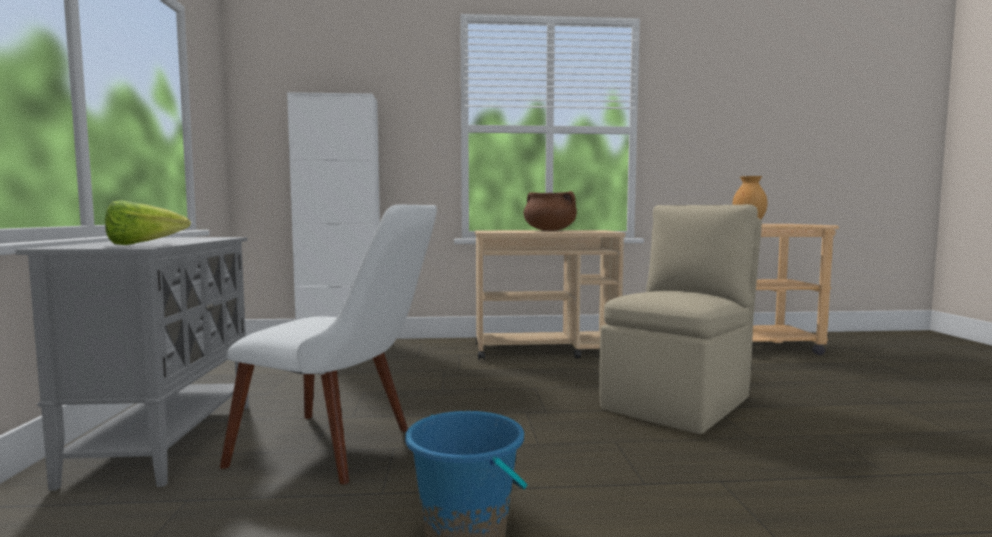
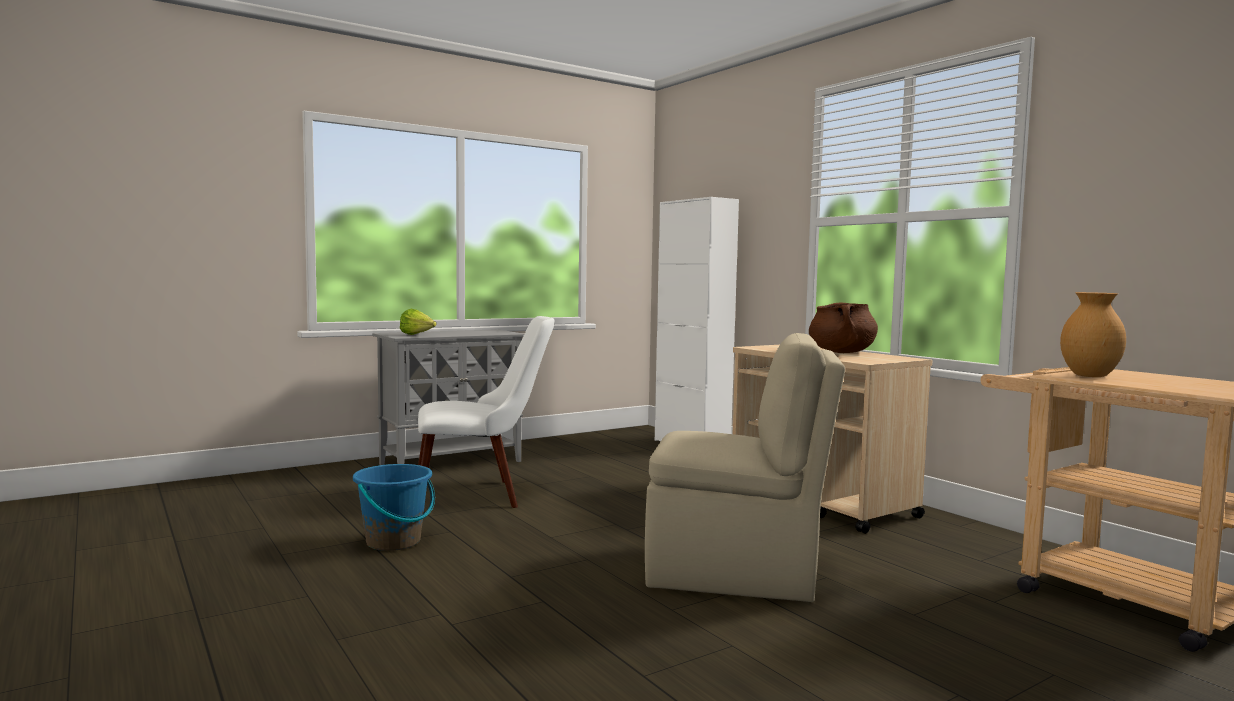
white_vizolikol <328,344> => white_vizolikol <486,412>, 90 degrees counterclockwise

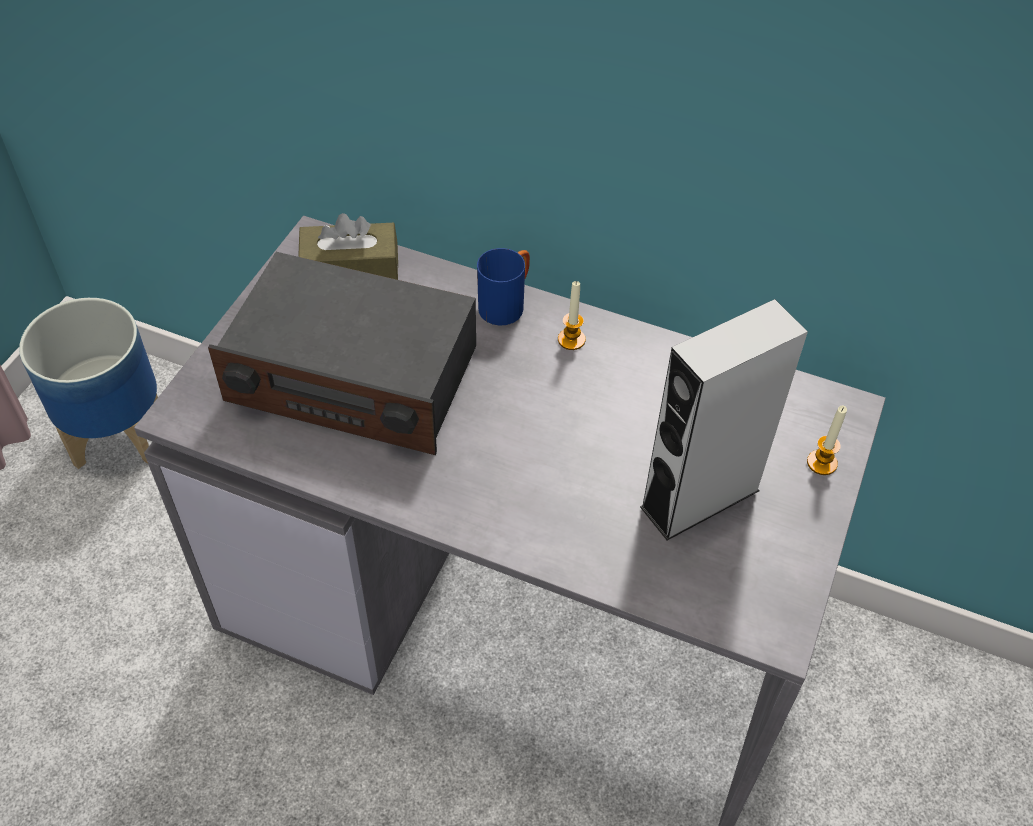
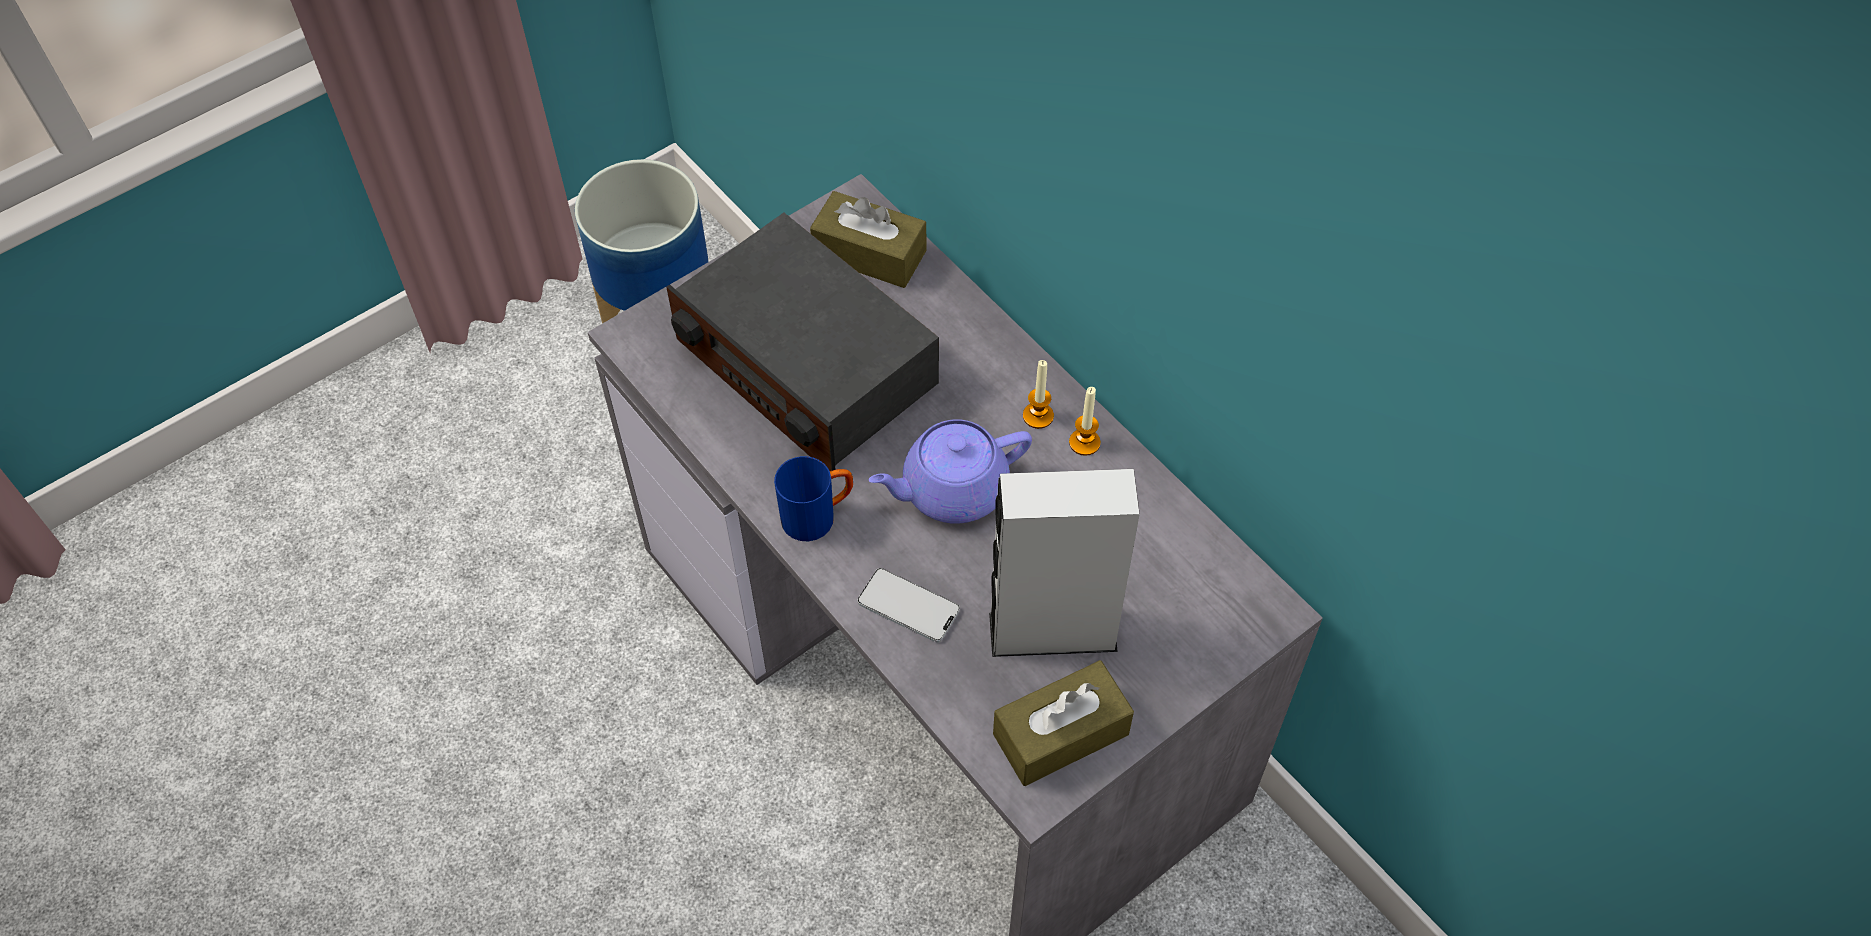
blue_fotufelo <503,287> => blue_fotufelo <813,498>, moved
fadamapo <827,440> => fadamapo <1084,421>, moved
nothing => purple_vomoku <950,471>
nothing => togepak <909,605>
nothing => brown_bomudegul <1063,723>

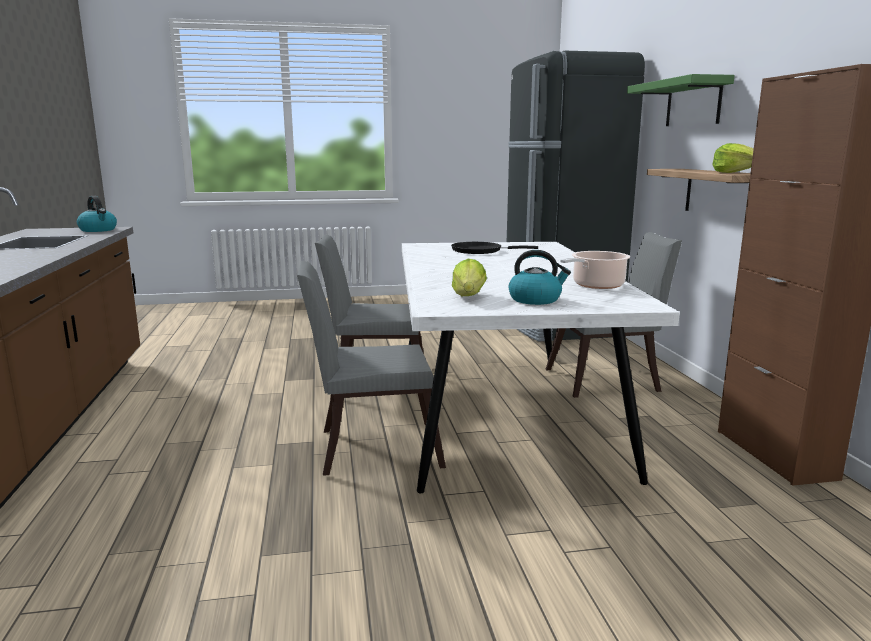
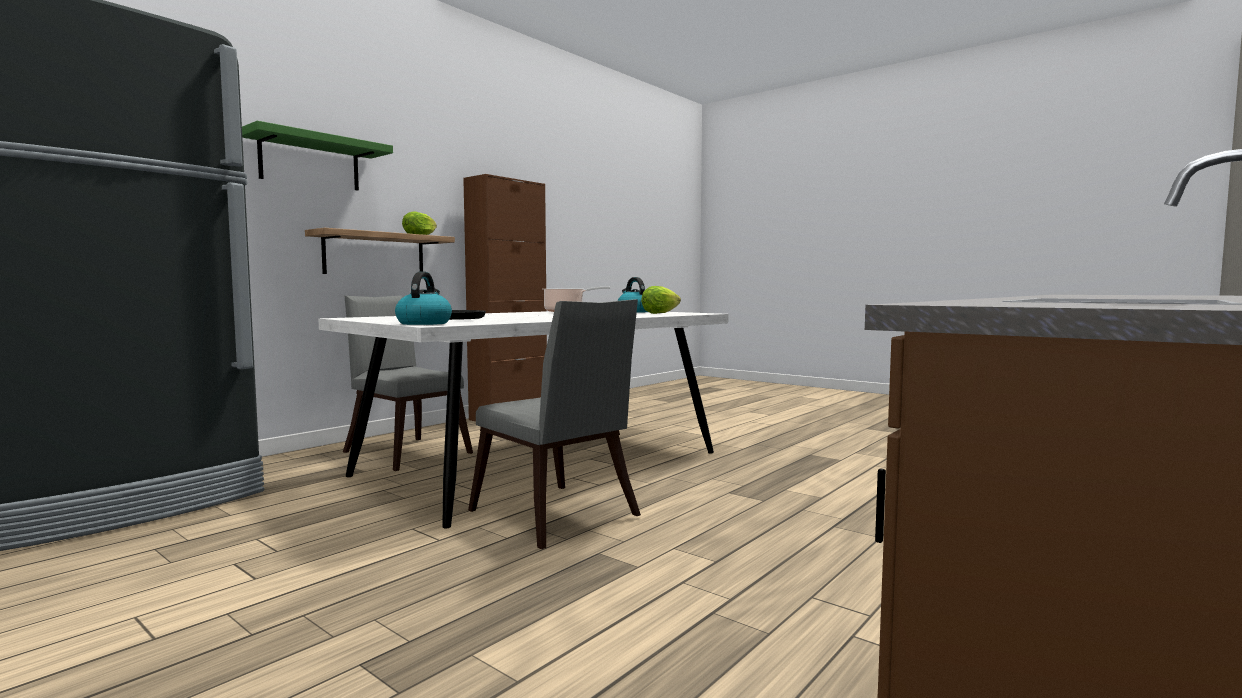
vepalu <97,214> => vepalu <423,298>, moved
grey_vizolikol <371,368> => nothing

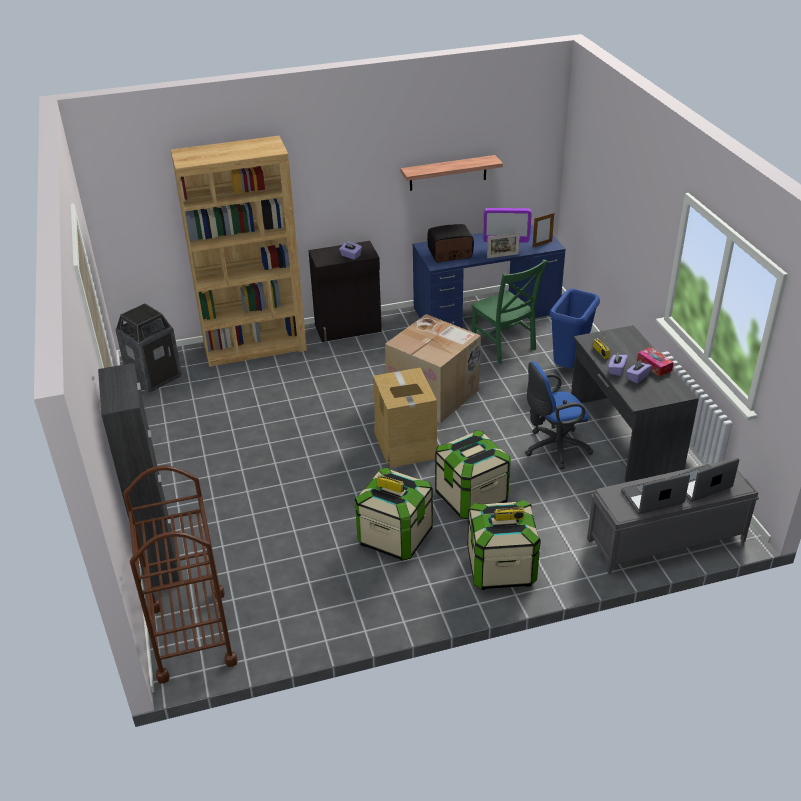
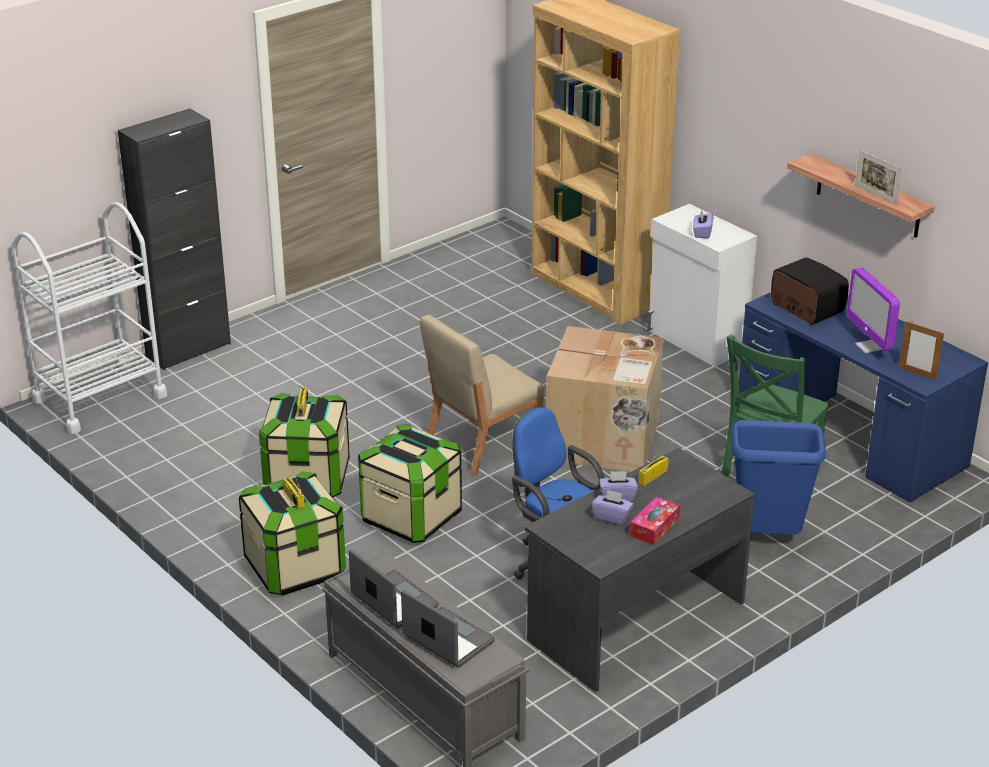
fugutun <503,245> => fugutun <878,177>, moved
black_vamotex <345,291> => white_vamotex <702,284>
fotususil <148,348> => nothing
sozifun <405,417> => beige_vizolikol <482,396>
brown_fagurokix <180,574> => white_fagurokix <89,318>

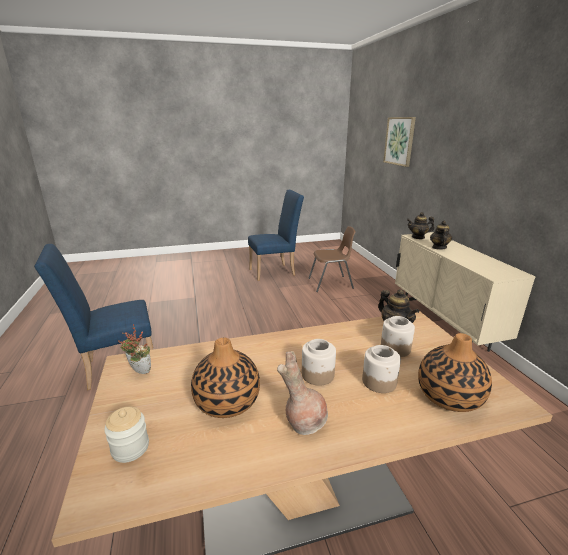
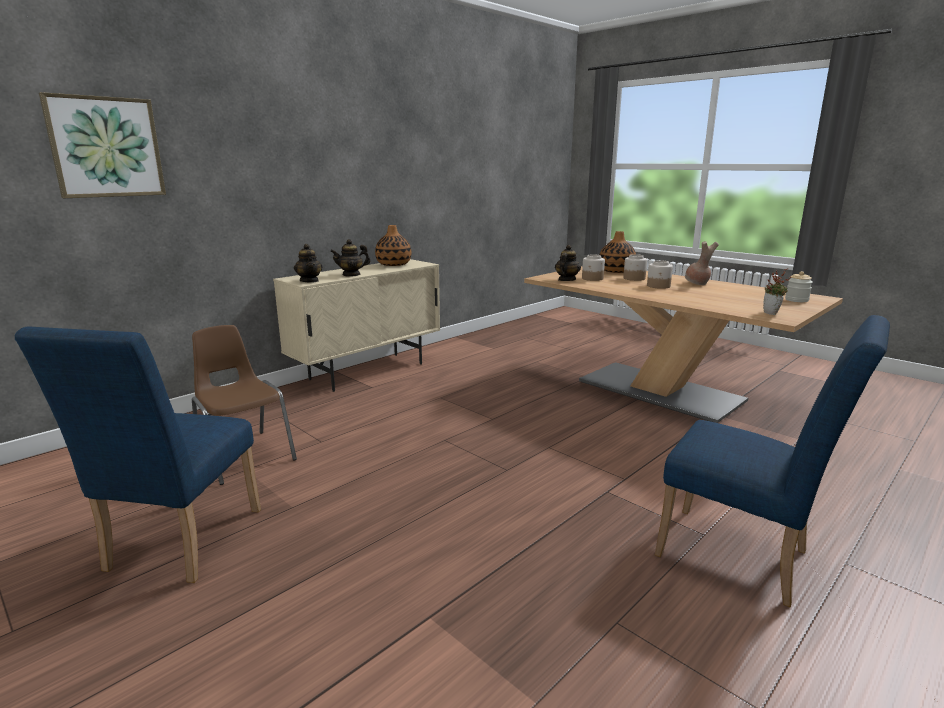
blue_vizolikol <276,235> => blue_vizolikol <138,454>, 120 degrees counterclockwise
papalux <225,378> => papalux <393,245>, moved

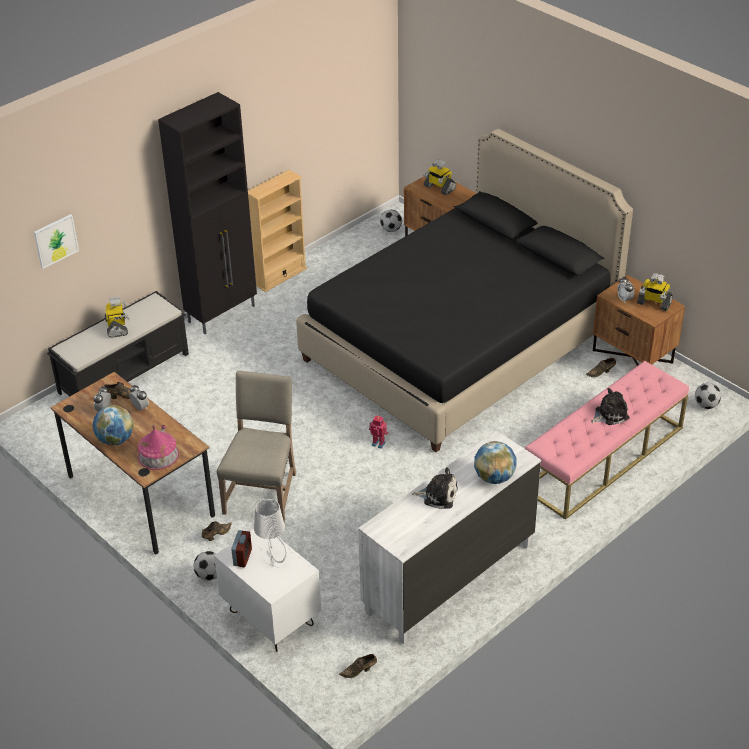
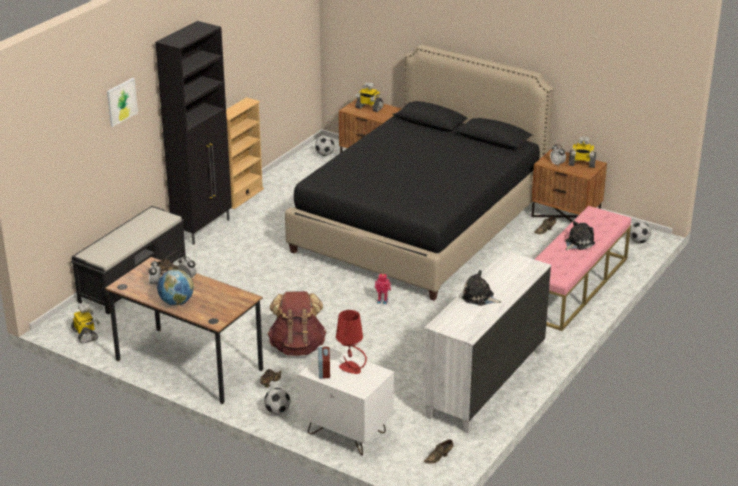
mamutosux <56,241> => mamutosux <122,102>, moved
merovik <117,317> => merovik <85,323>, moved
beige_vizolikol <256,446> => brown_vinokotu <297,323>
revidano <158,447> => nothing
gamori <495,462> => nothing
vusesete <435,488> => vusesete <481,288>, 150 degrees counterclockwise
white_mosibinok <270,533> => red_mosibinok <351,342>

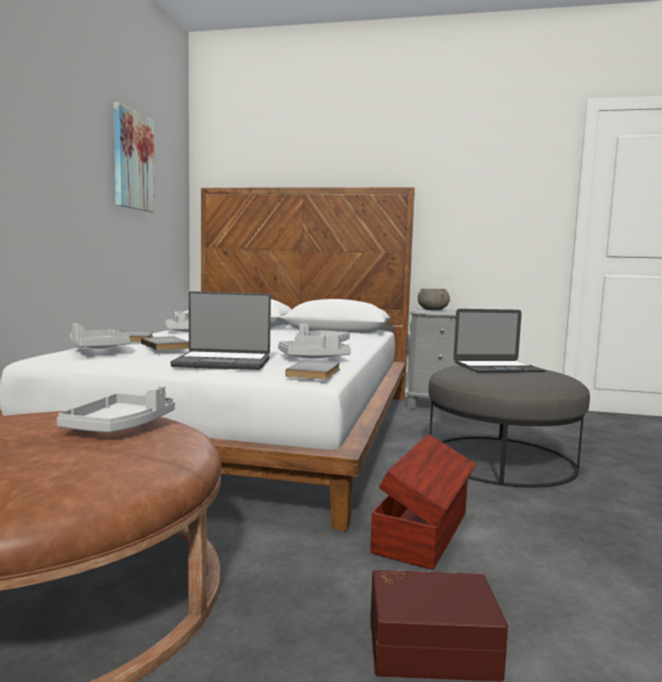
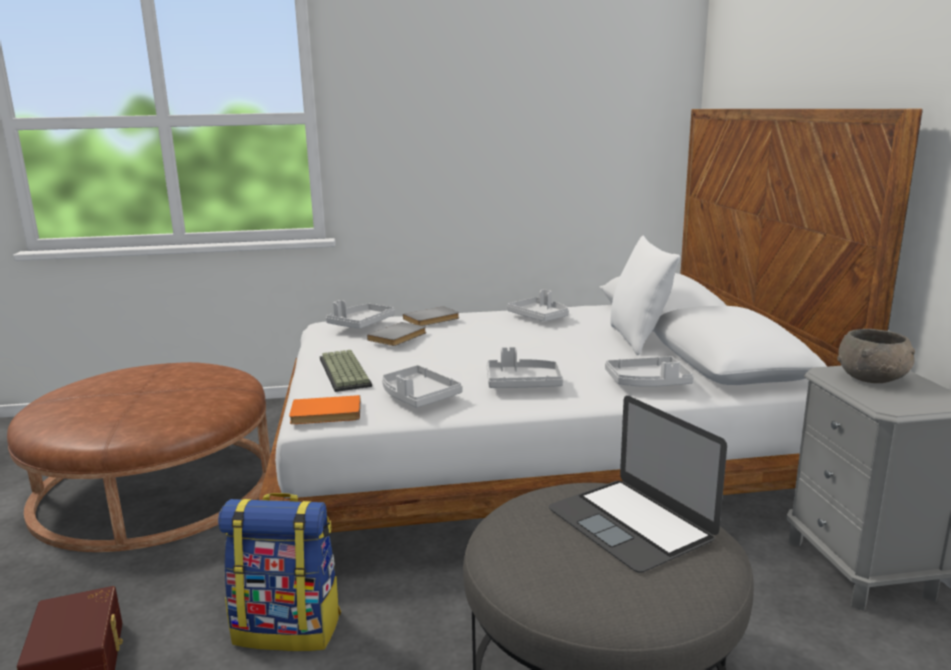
mamutosux <134,157> => nothing
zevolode <220,330> => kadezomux <346,371>
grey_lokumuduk <312,369> => orange_lokumuduk <325,409>
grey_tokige <116,409> => grey_tokige <649,371>, moved
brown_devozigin <423,502> => vinokotu <279,572>
nothing => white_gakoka <645,295>

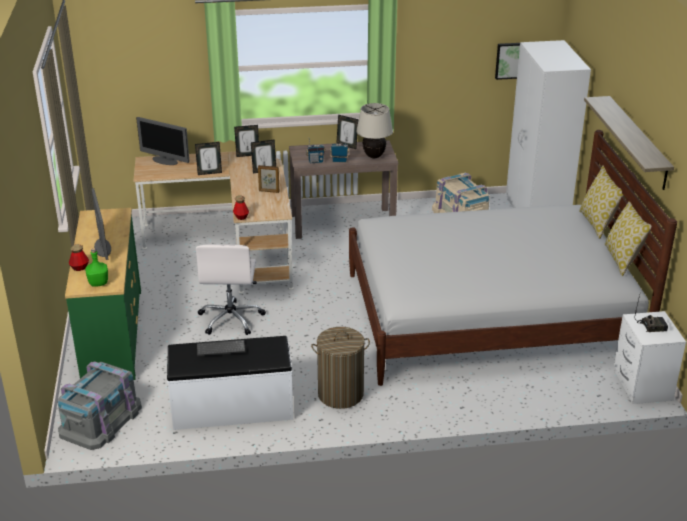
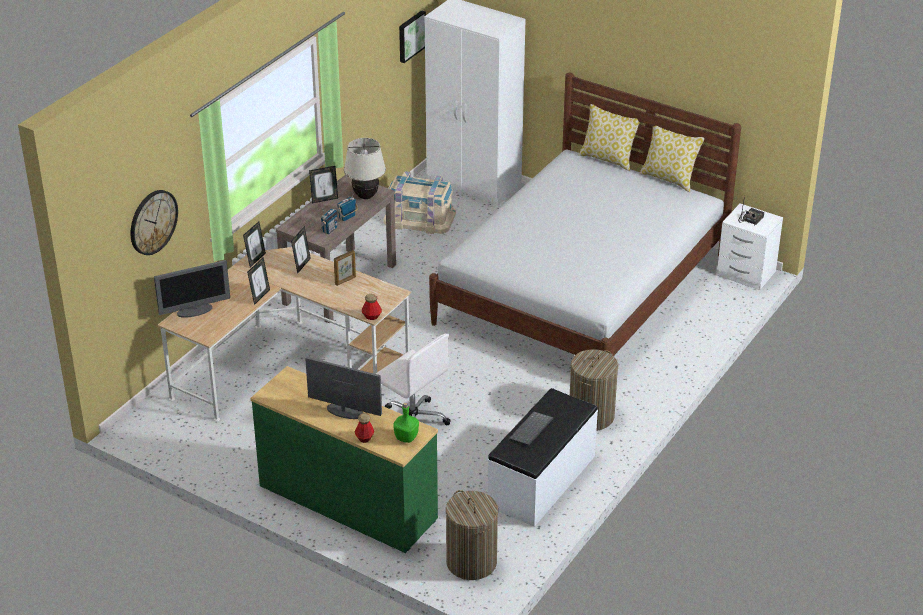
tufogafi <629,143> => nothing
grey_devozigin <99,406> => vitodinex <472,535>
nothing => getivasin <154,222>

